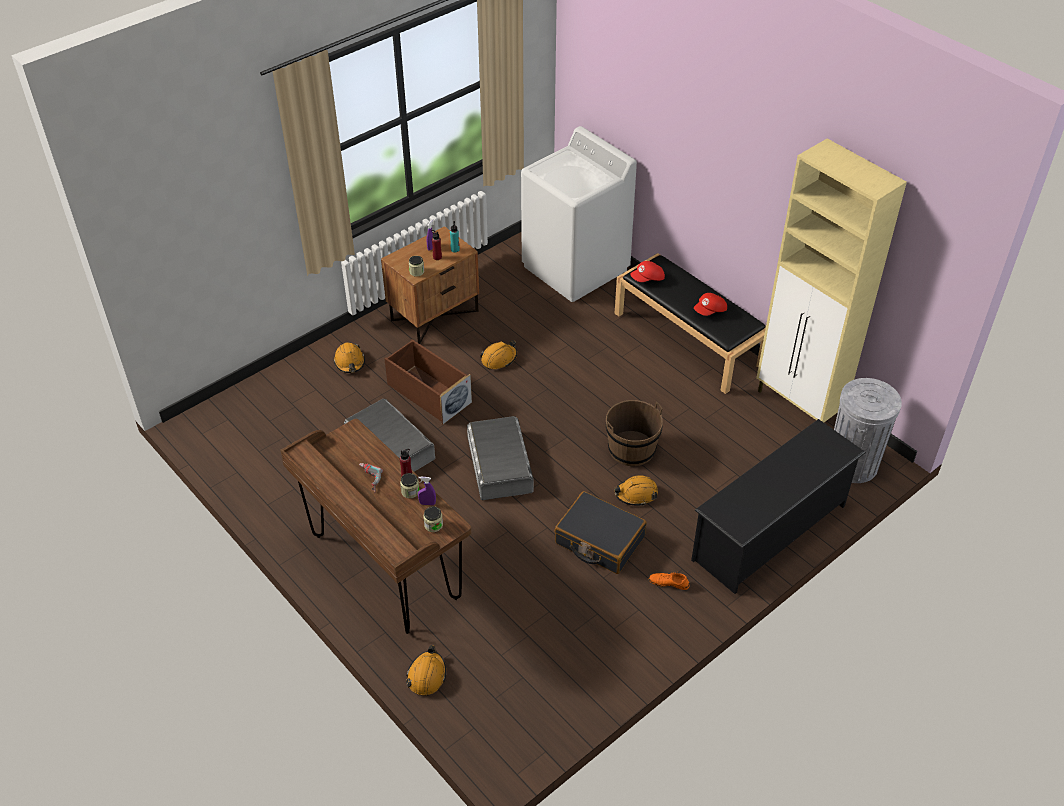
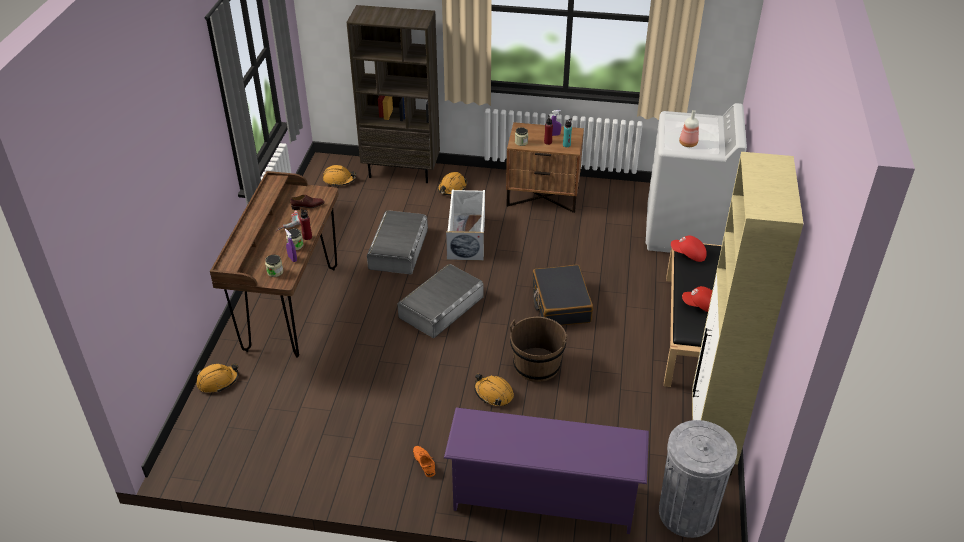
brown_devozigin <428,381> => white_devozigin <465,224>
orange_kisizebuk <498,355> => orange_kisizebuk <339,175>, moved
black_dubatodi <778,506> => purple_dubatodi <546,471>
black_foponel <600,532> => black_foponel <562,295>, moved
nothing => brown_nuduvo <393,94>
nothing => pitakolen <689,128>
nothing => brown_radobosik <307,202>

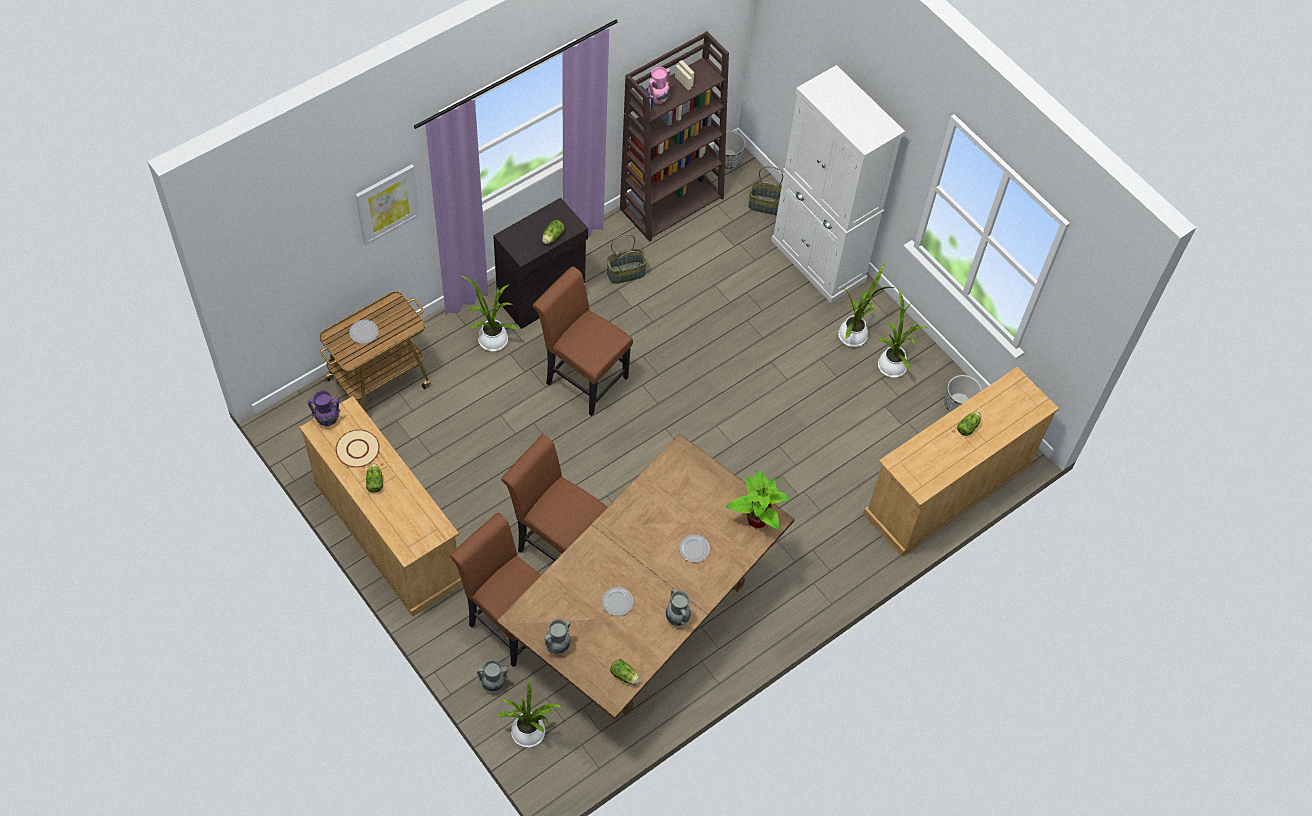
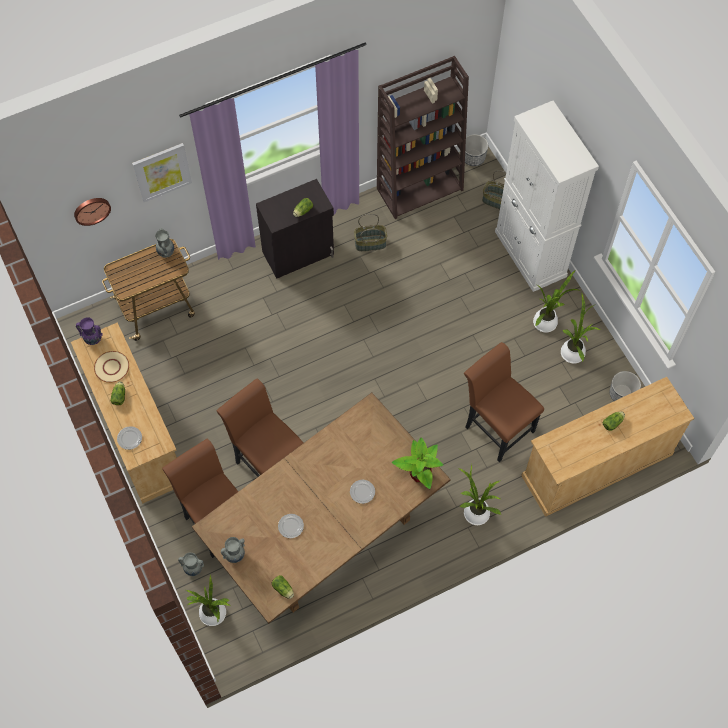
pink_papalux <659,85> => nothing
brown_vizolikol <582,341> => brown_vizolikol <504,402>, moved
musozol <489,312> => musozol <480,494>, moved
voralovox <364,332> => voralovox <129,438>, moved
grey_papalux <678,607> => grey_papalux <164,243>, moved
nothing => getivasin <92,212>

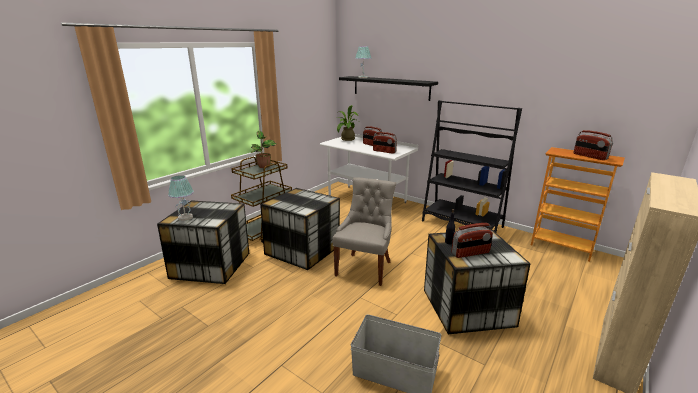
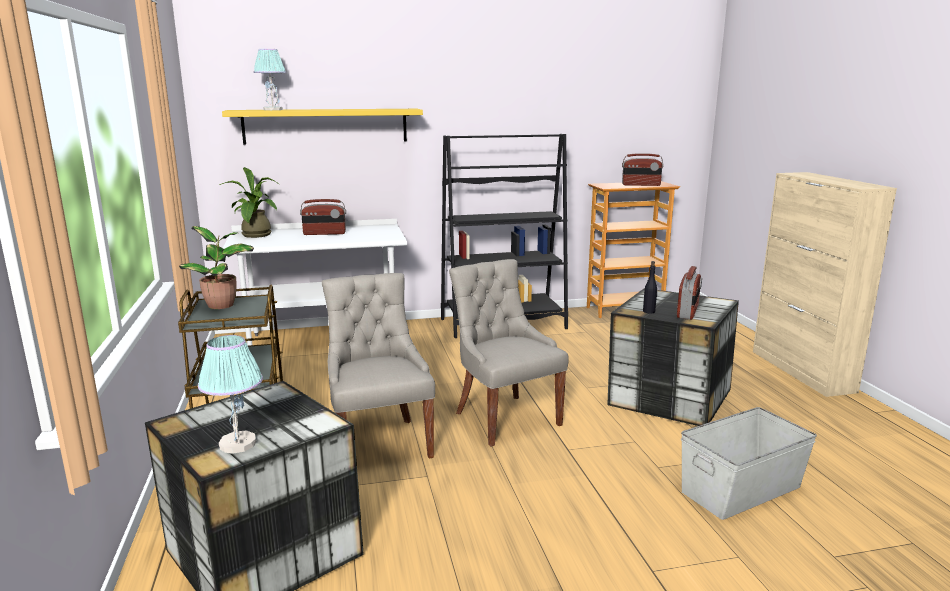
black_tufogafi <388,88> => yellow_tufogafi <322,127>
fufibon <385,143> => nothing
devozigin <300,229> => grey_vizolikol <378,365>

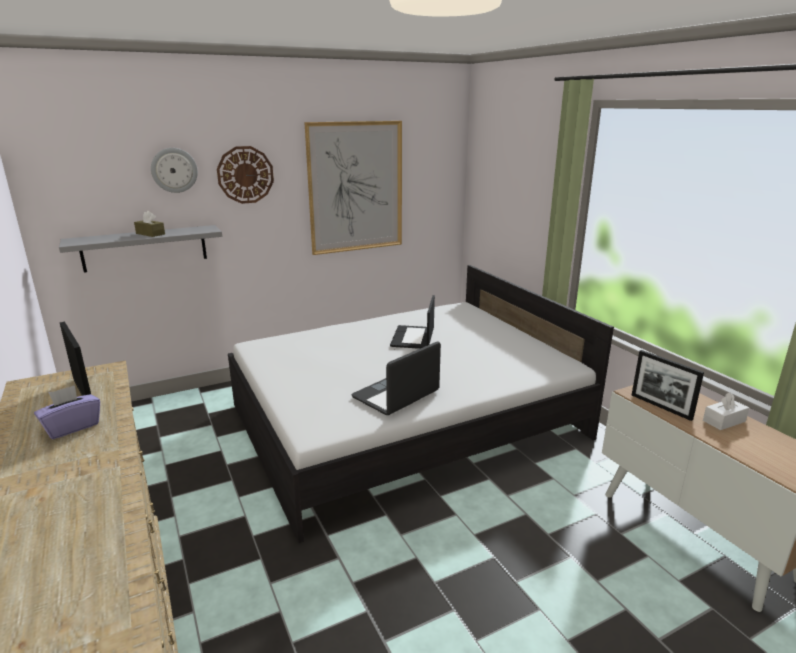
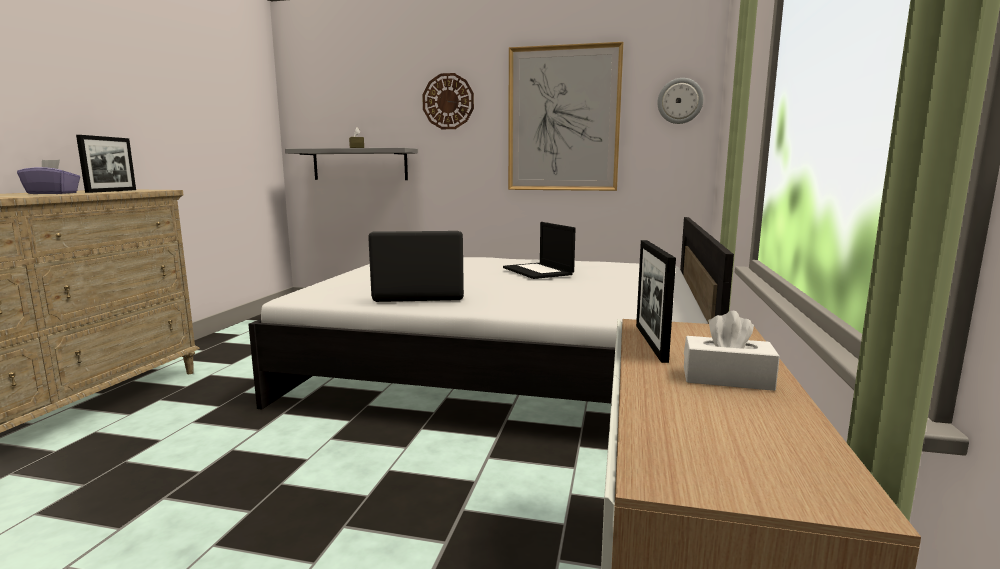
getivasin <174,170> => getivasin <680,101>, moved
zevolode <412,322> => zevolode <539,250>, 75 degrees counterclockwise

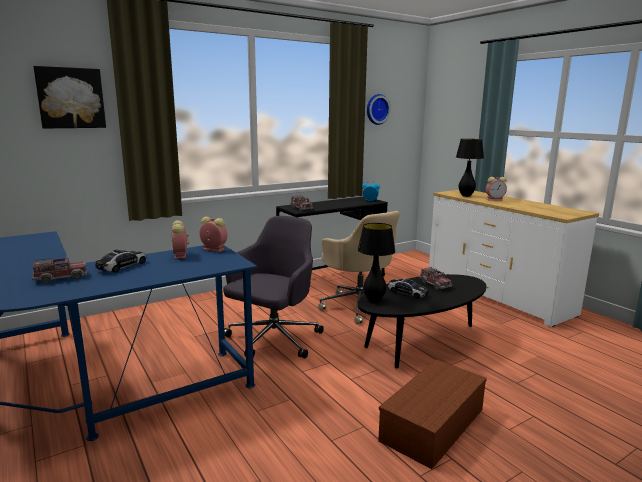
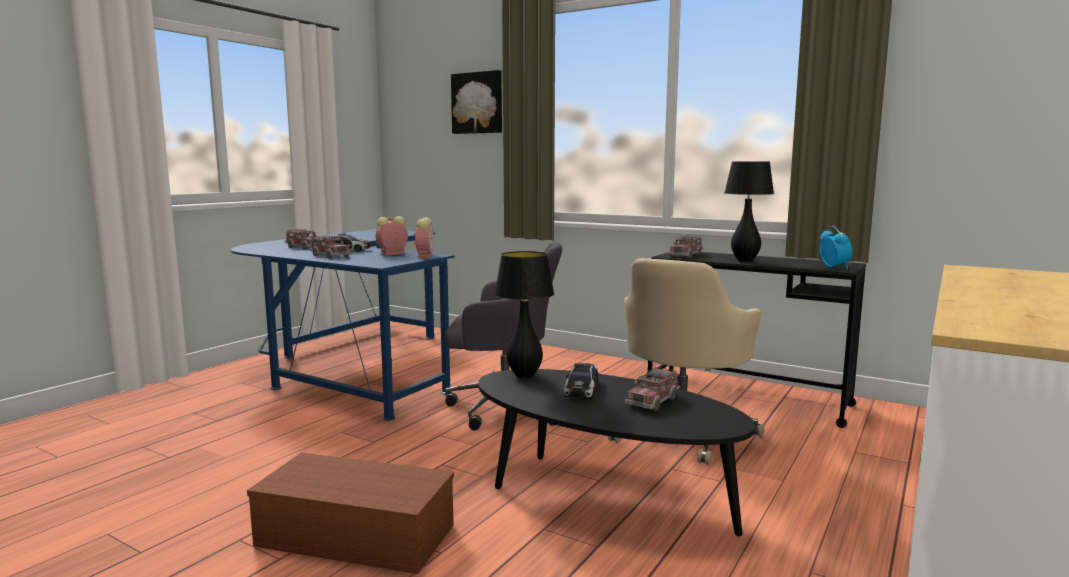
getivasin <379,109> => nothing
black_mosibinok <470,168> => black_mosibinok <749,211>, moved
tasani <496,189> => nothing
nothing => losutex <330,247>

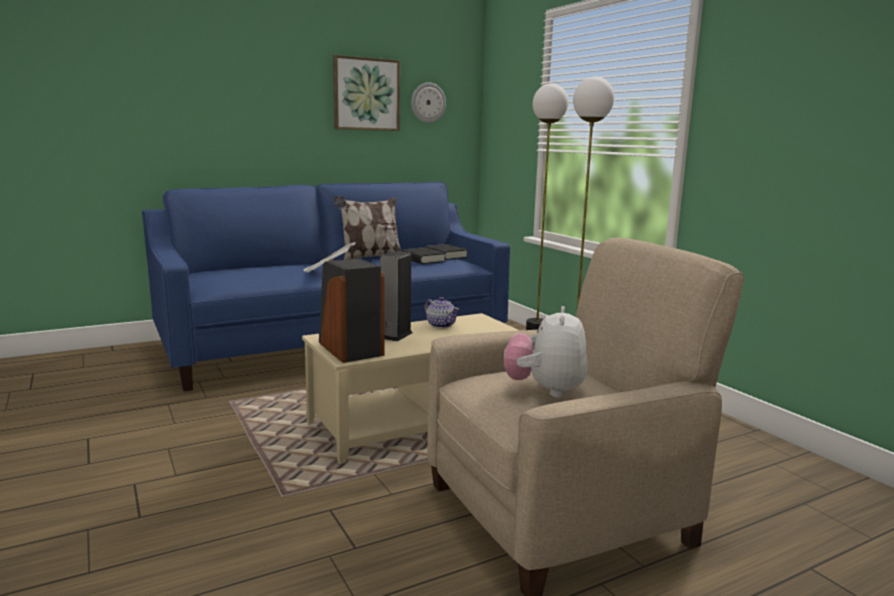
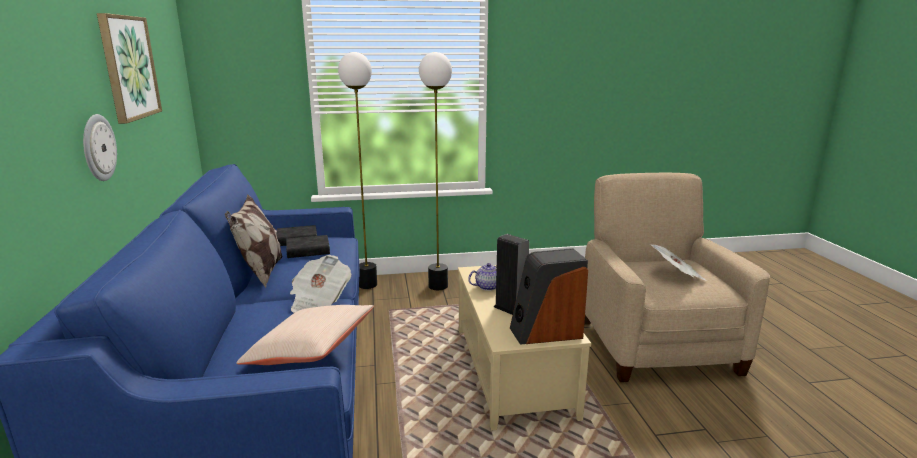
getivasin <428,102> => getivasin <100,147>, moved
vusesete <546,352> => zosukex <678,262>
nothing => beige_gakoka <305,335>

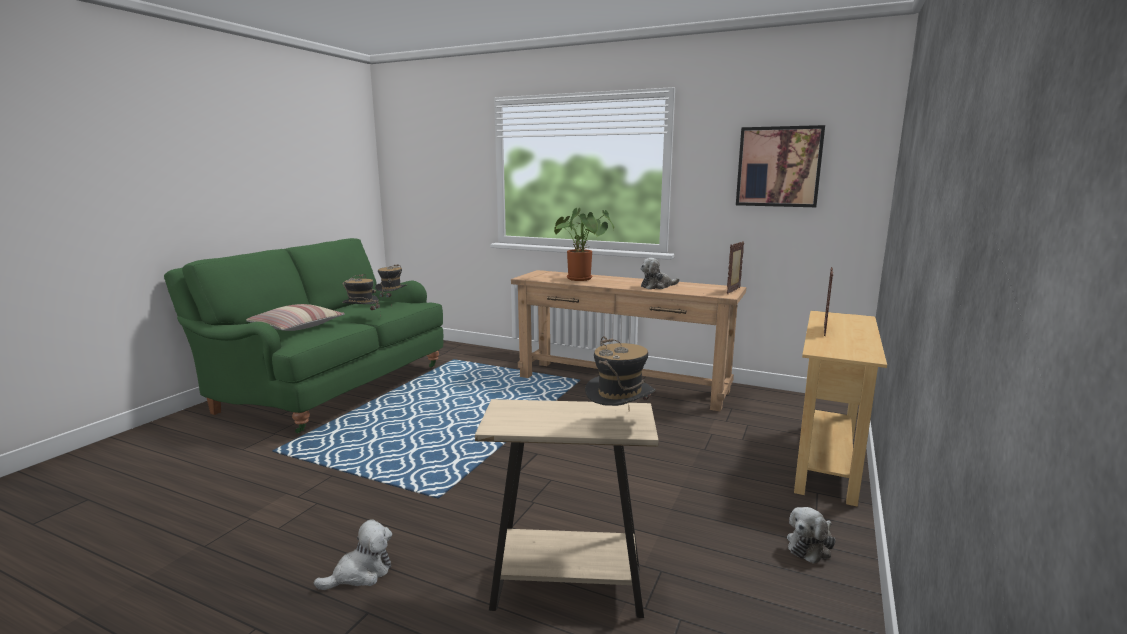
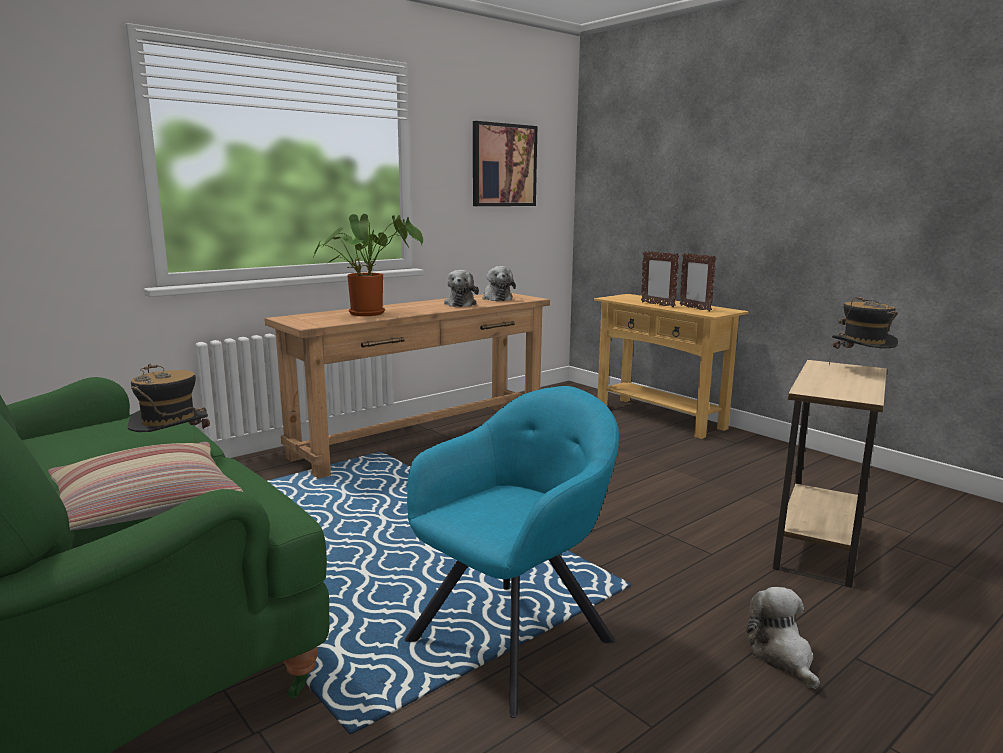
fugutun <735,267> => fugutun <698,282>, moved
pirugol <391,285> => nothing
vusesete <811,535> => vusesete <499,283>, moved
nothing => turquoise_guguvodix <511,552>

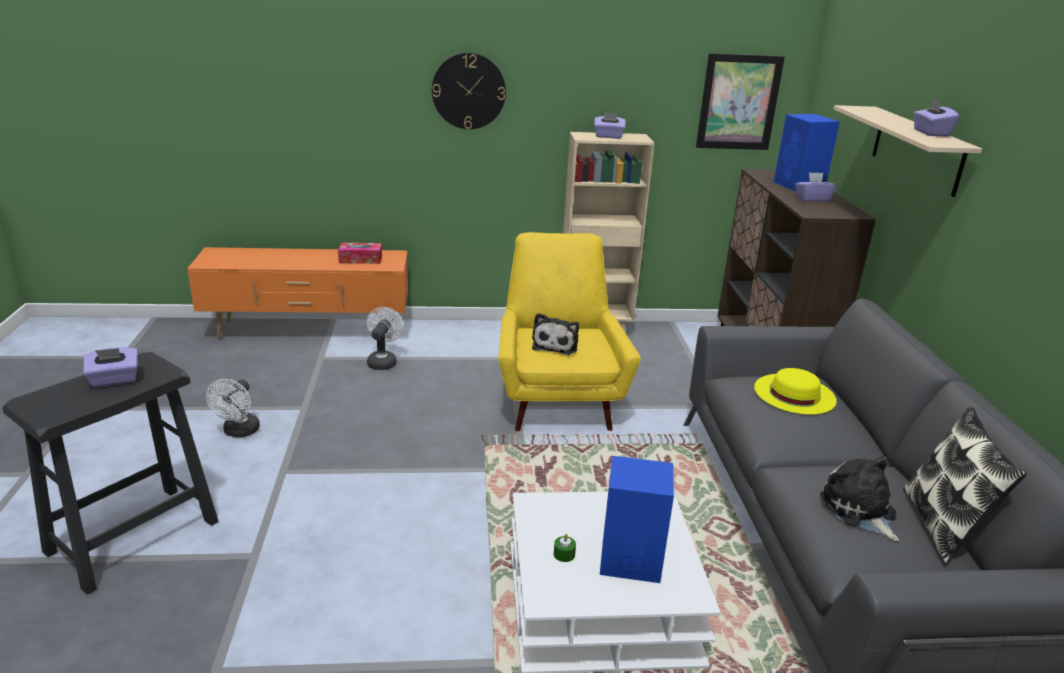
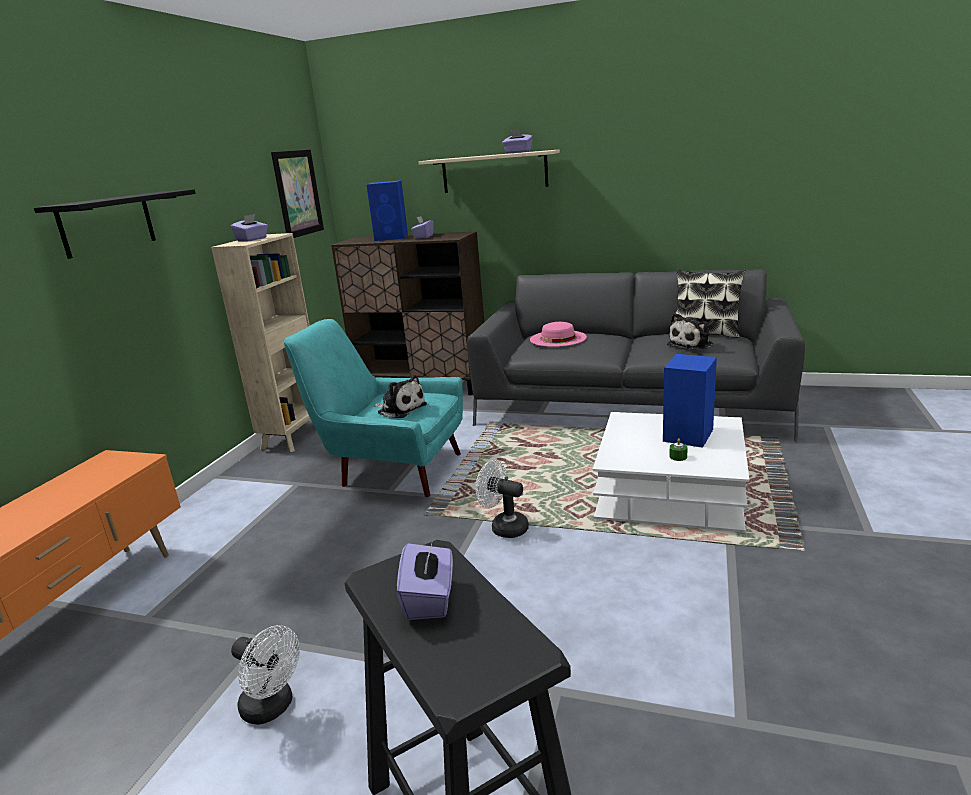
getivasin <469,91> => black_tufogafi <115,224>
yellow_guguvodix <569,331> => turquoise_guguvodix <373,408>
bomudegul <360,253> => nothing
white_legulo <385,338> => white_legulo <502,499>, moved
yellow_pirugol <795,391> => pink_pirugol <558,334>
vusesete <859,498> => vusesete <690,331>, 45 degrees counterclockwise

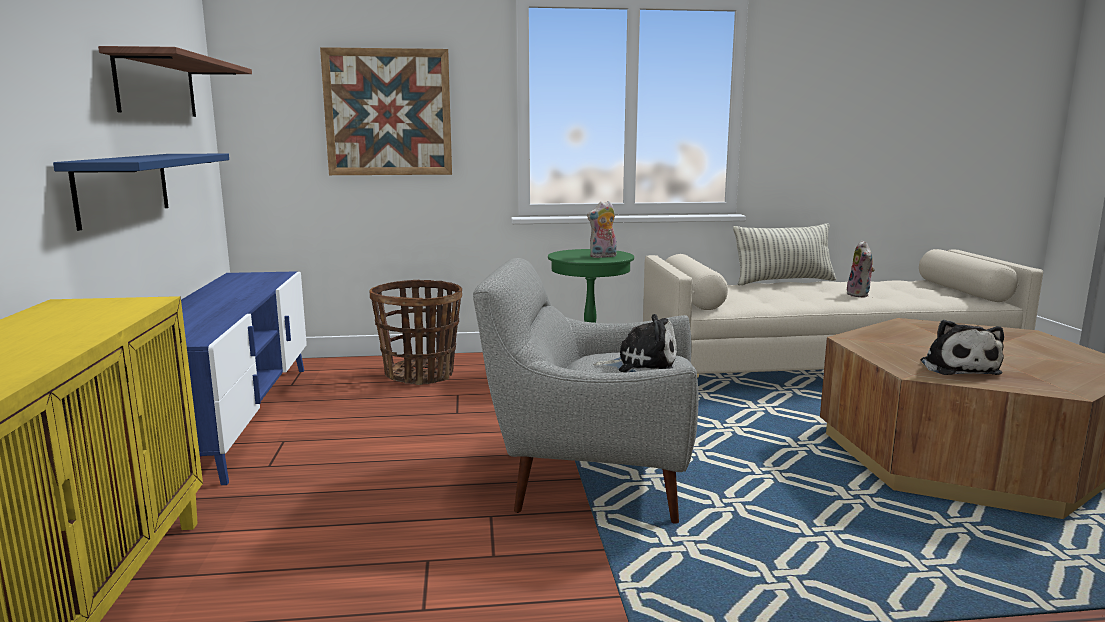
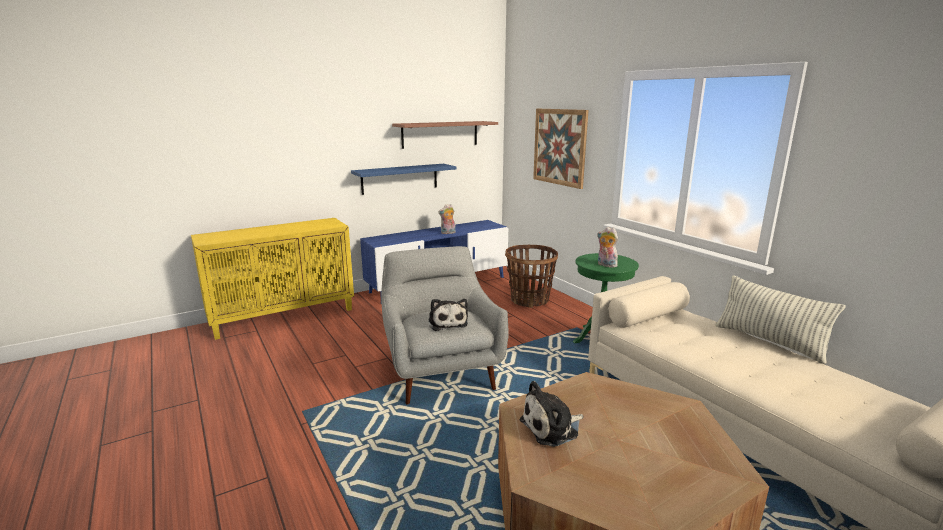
vusesete <861,268> => vusesete <447,219>, moved

